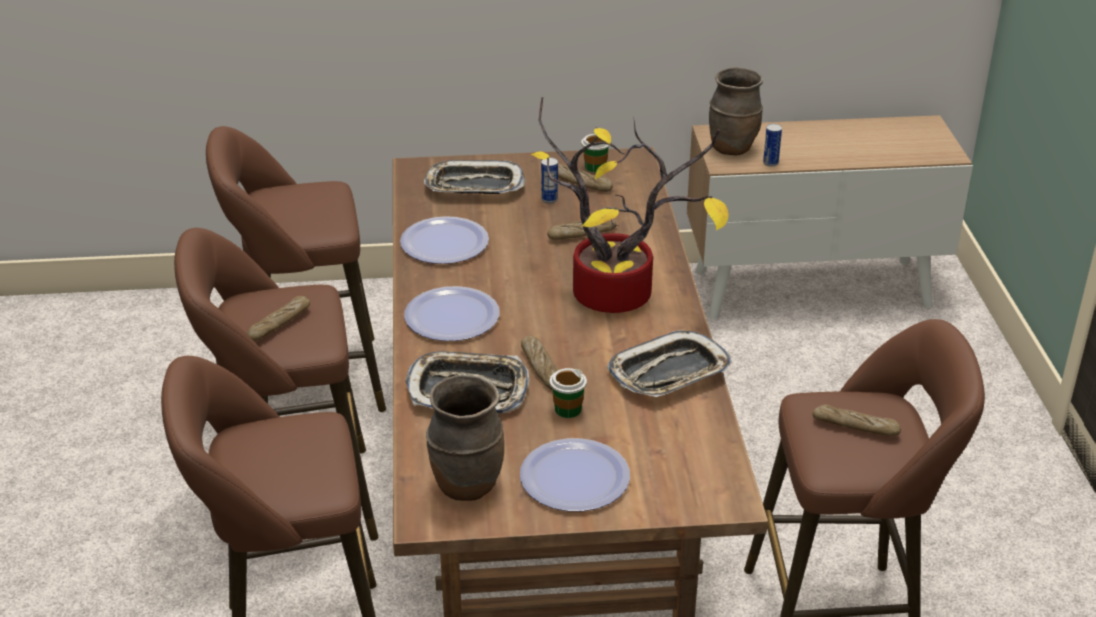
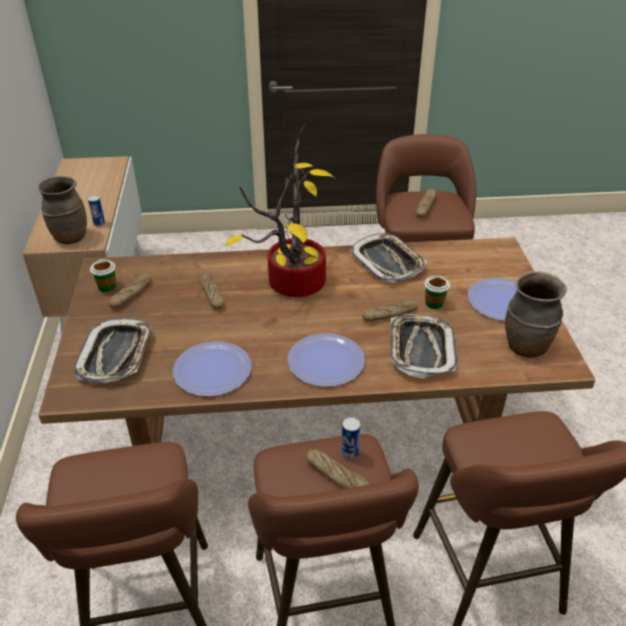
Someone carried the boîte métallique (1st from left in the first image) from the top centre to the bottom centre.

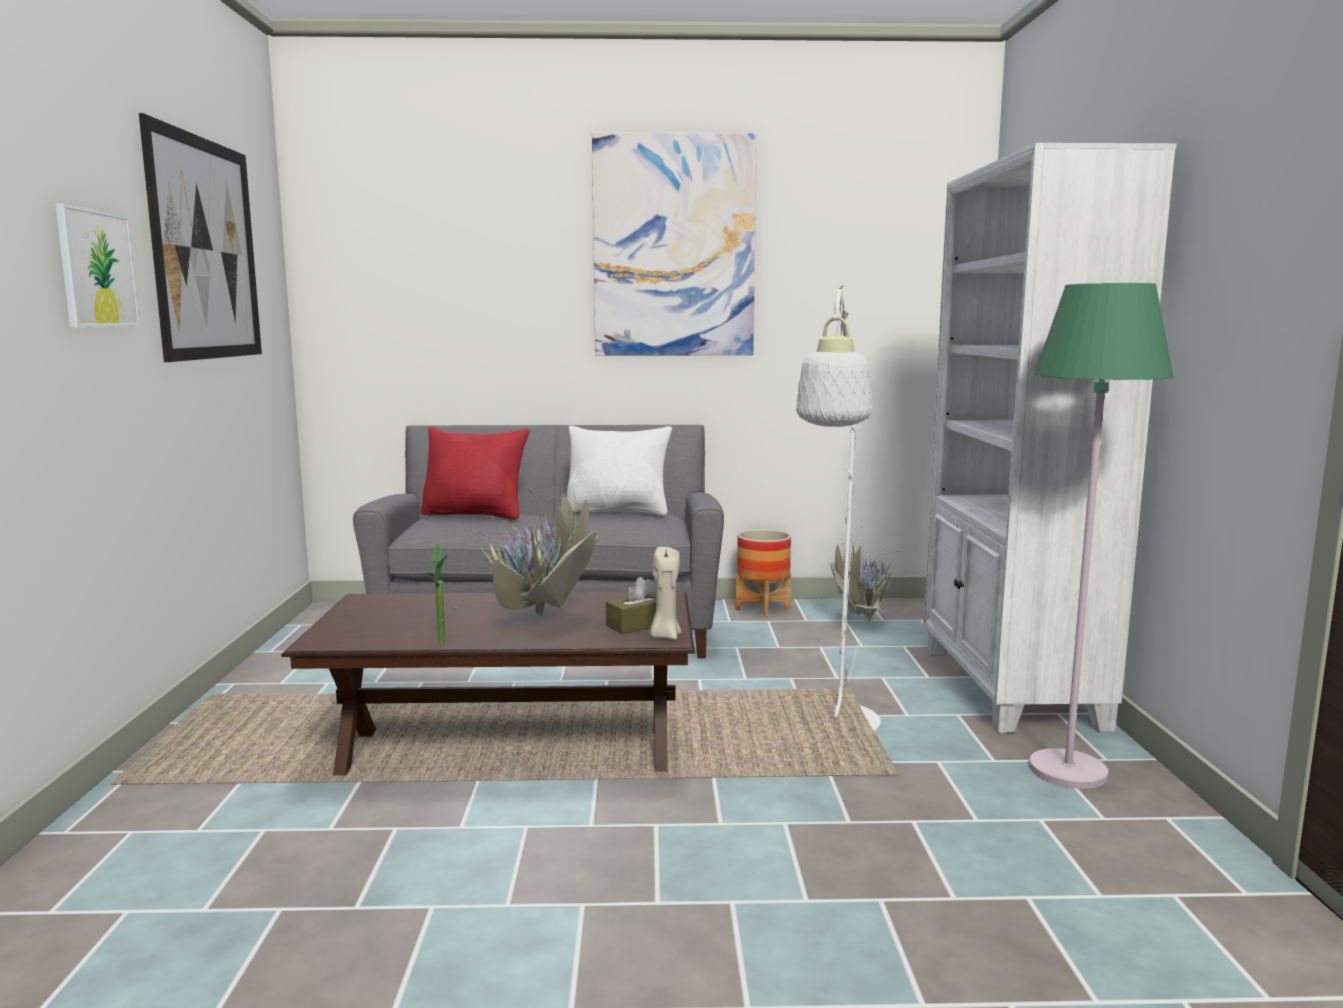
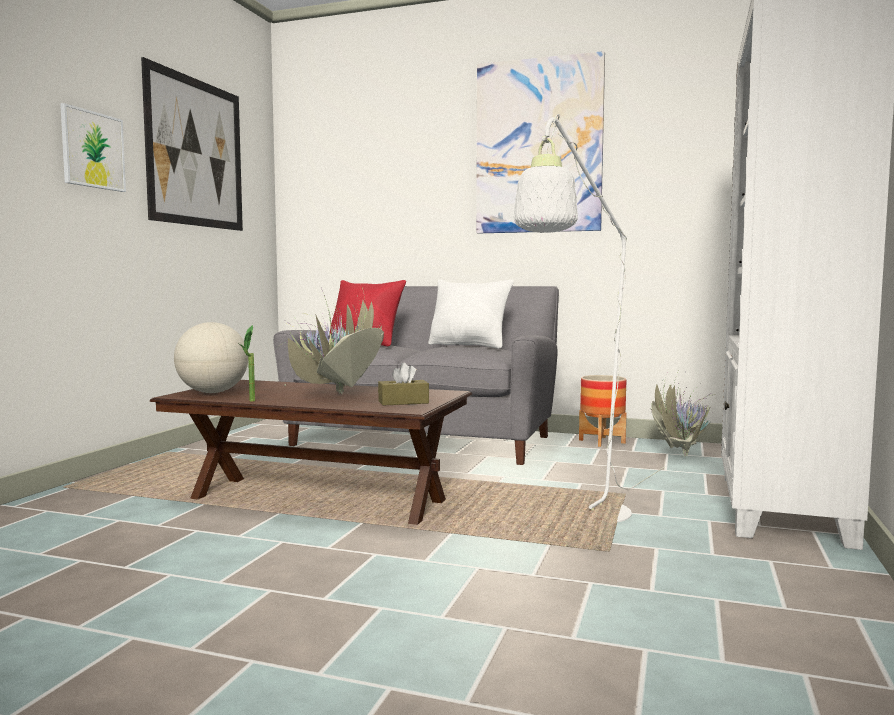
Someone took away the lampadaire [vert] at the middle right. Someone took away the bougie [beige] at the centre. Someone put down the globe at the middle left.

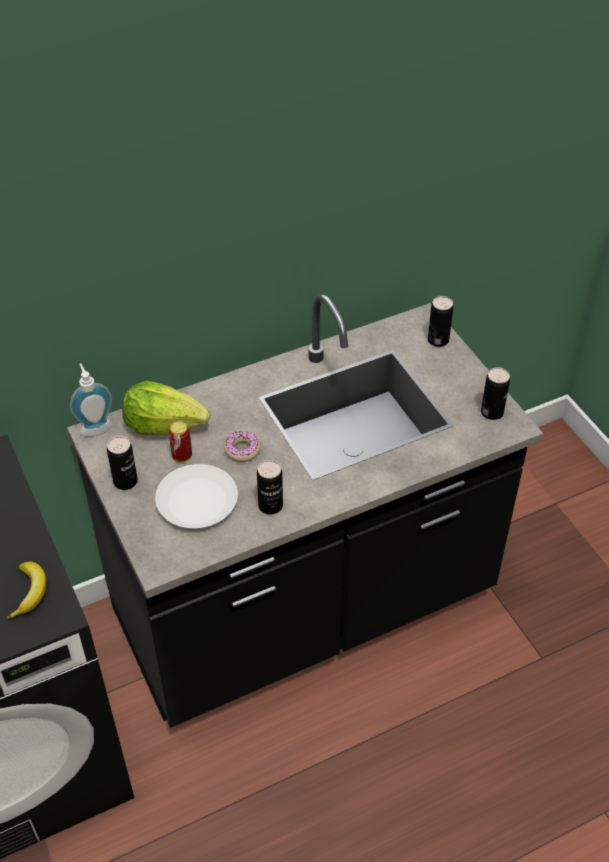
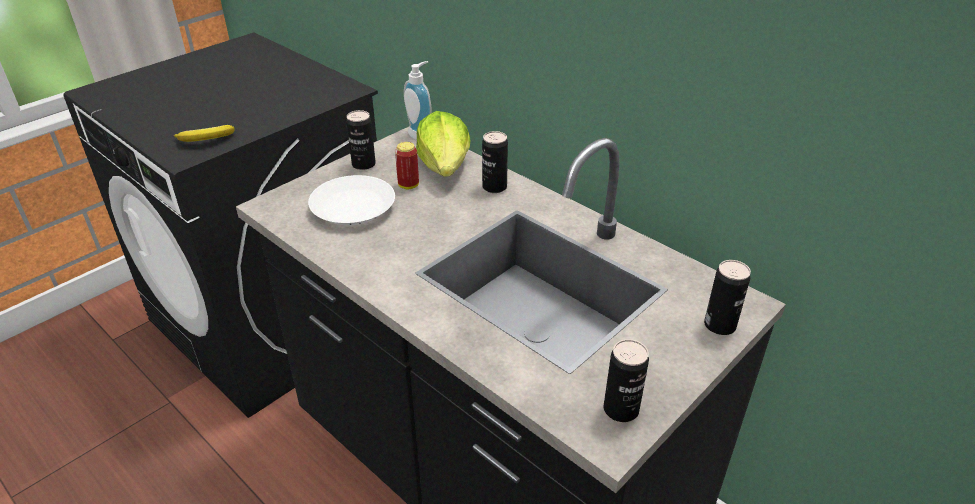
Someone took away the beignet at the centre. Someone carried the boîte métallique (3rd from left) from the centre to the top centre.

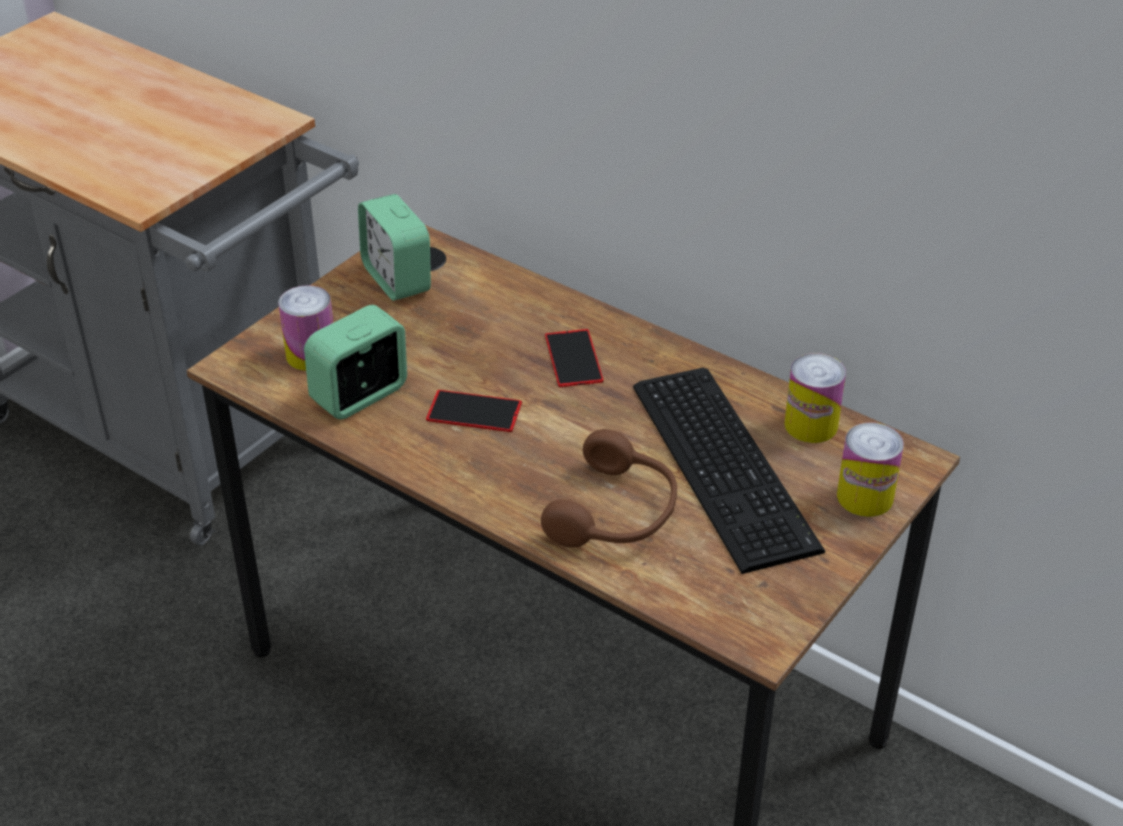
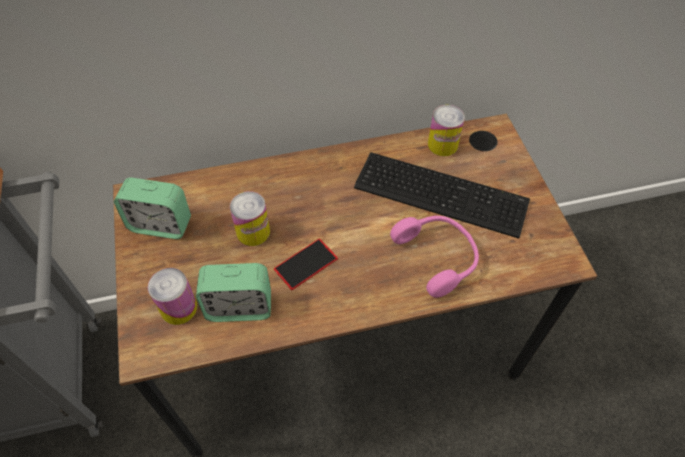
Someone rotated the réveil (1st from left in the first image) at the middle left by 90 degrees counterclockwise. Someone took away the téléphone (2nd from left) at the centre. Someone carried the boîte métallique (3rd from left in the first image) from the middle right to the centre. Someone repainted the casque audio [marron] at the centre, which became the casque audio [rose] at the centre.

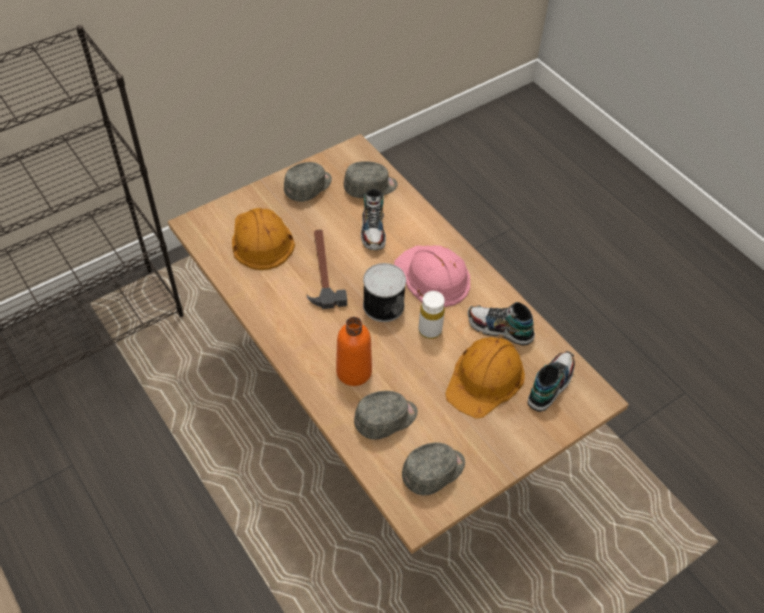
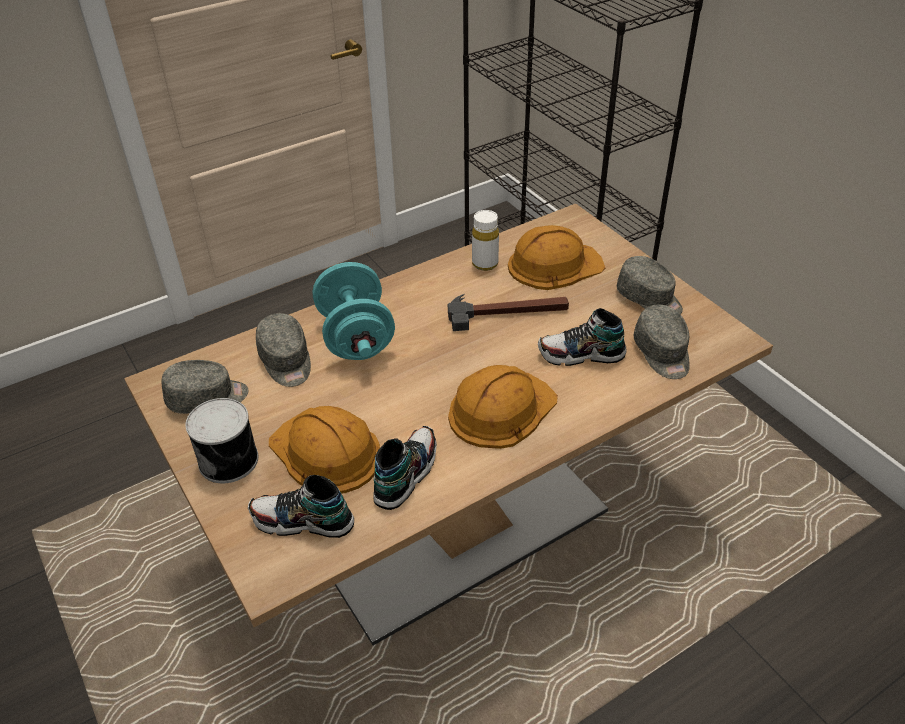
Someone repainted the casque de chantier [rose] at the centre, which became the casque de chantier [orange] (2nd from left) at the centre. Someone carried the boîte métallique from the centre to the middle left. Someone carried the bouteille [blanc] from the centre to the top centre. Someone swapped the bouteille [orange] at the centre for the haltère [turquoise] at the centre. Someone rotated the chaussure (3rd from left in the first image) at the middle right by 150 degrees clockwise. Someone rotated the casquette [gris] (4th from left in the first image) at the bottom centre by 75 degrees counterclockwise.

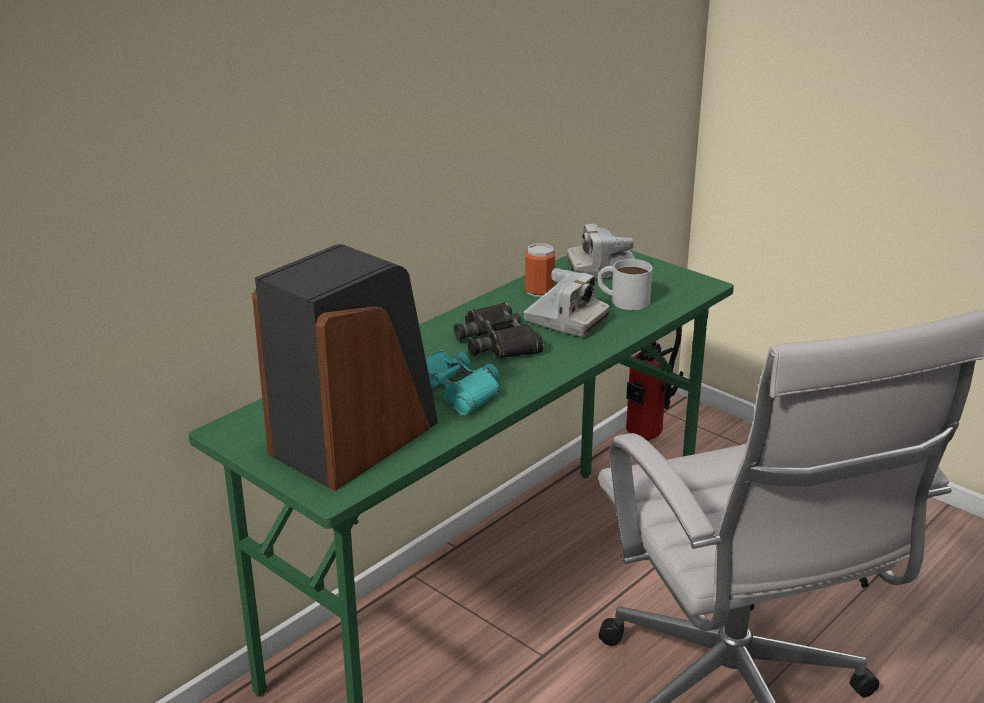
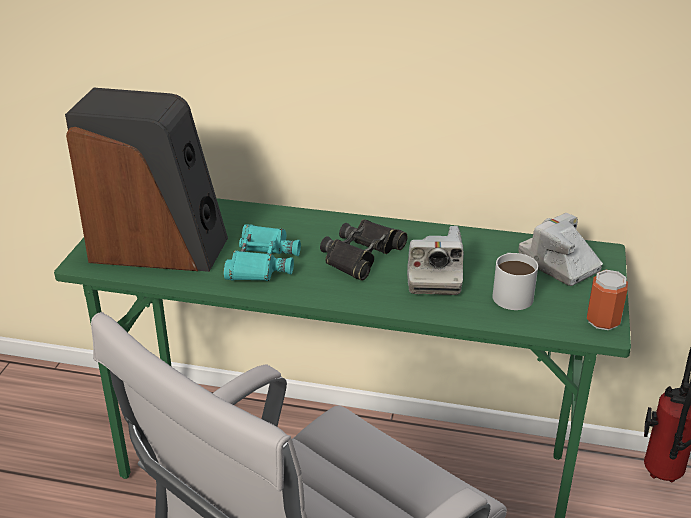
Someone carried the boîte métallique from the centre to the middle right.

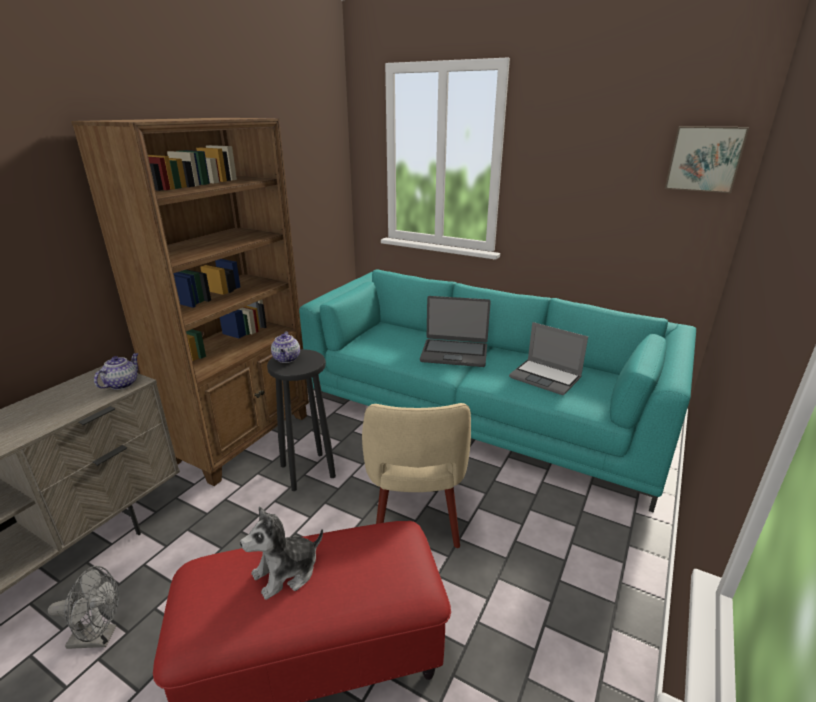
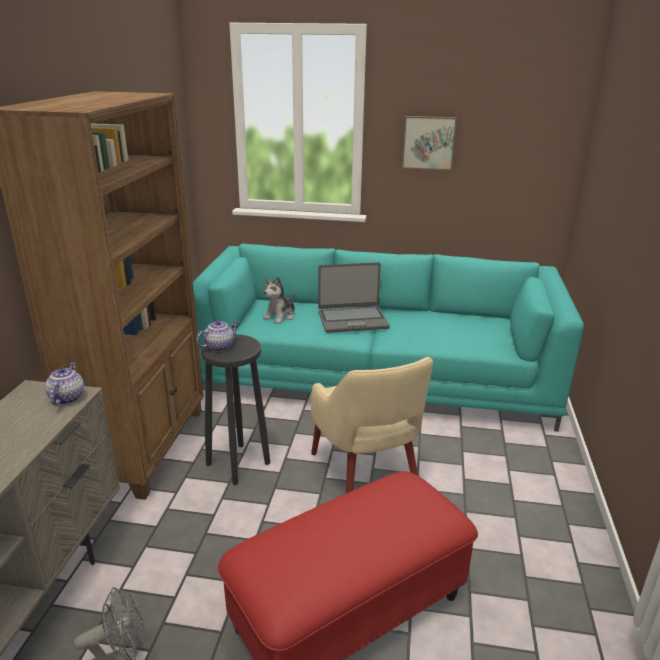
Someone carried the tableau from the top right to the top centre. Someone took away the ordinateur portable (2nd from left) at the middle right. Someone rotated the théière (2nd from left) at the centre by 105 degrees counterclockwise. Someone carried the peluche from the bottom centre to the centre.

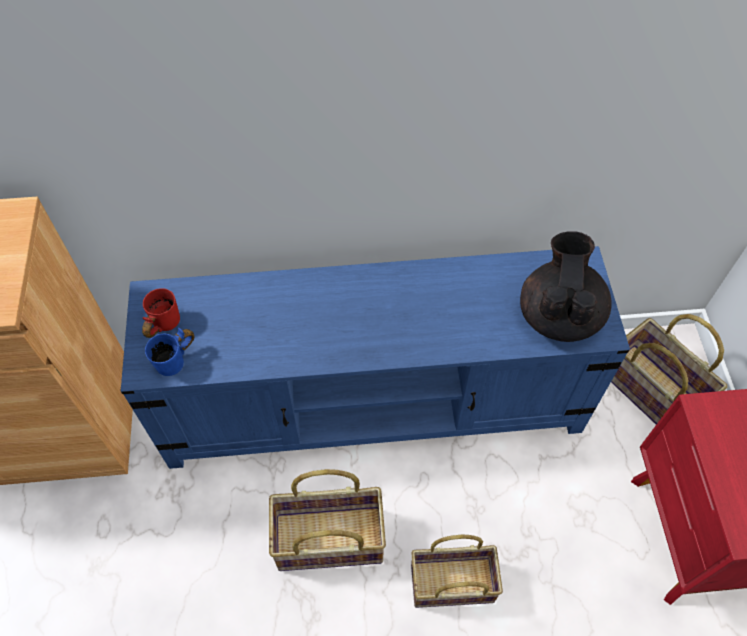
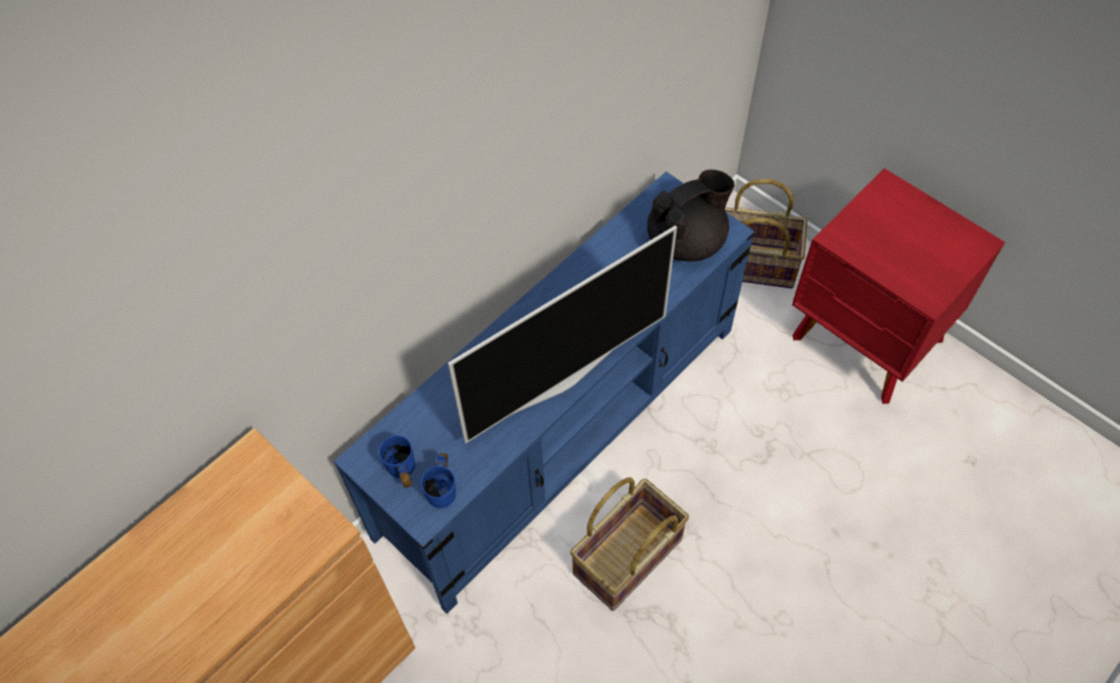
Someone rotated the théière [noir] at the middle right by 90 degrees clockwise. Someone repainted the mug [rouge] at the middle left, which became the mug [bleu] (1st from left) at the bottom centre. Someone took away the panier (2nd from left) at the bottom centre. Someone put down the téléviseur at the centre.

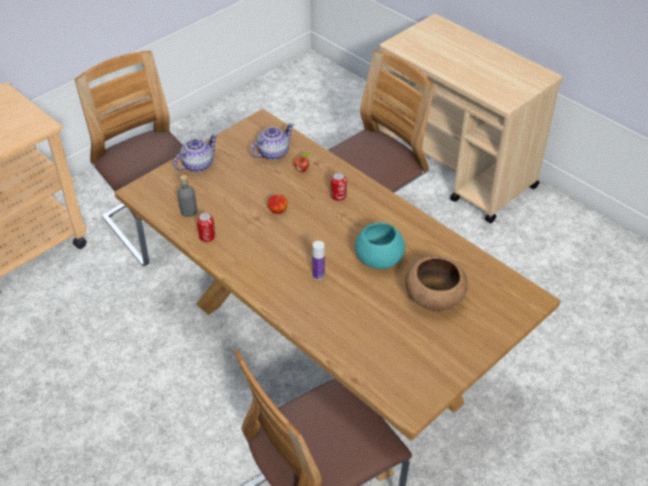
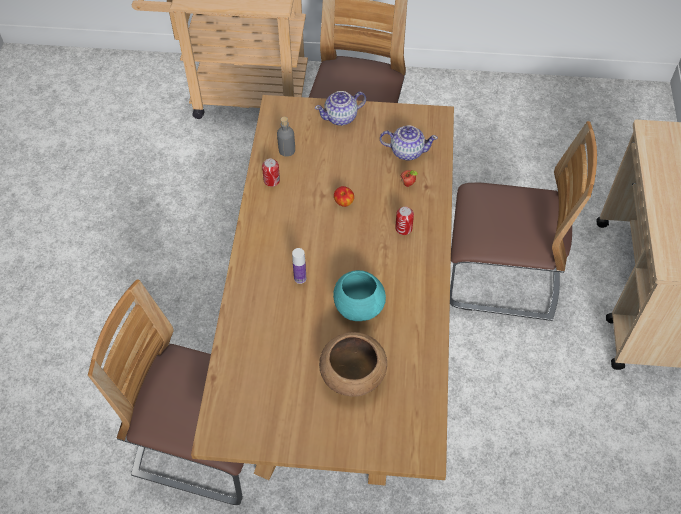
Someone rotated the théière (1st from left) at the top left by 150 degrees clockwise.

